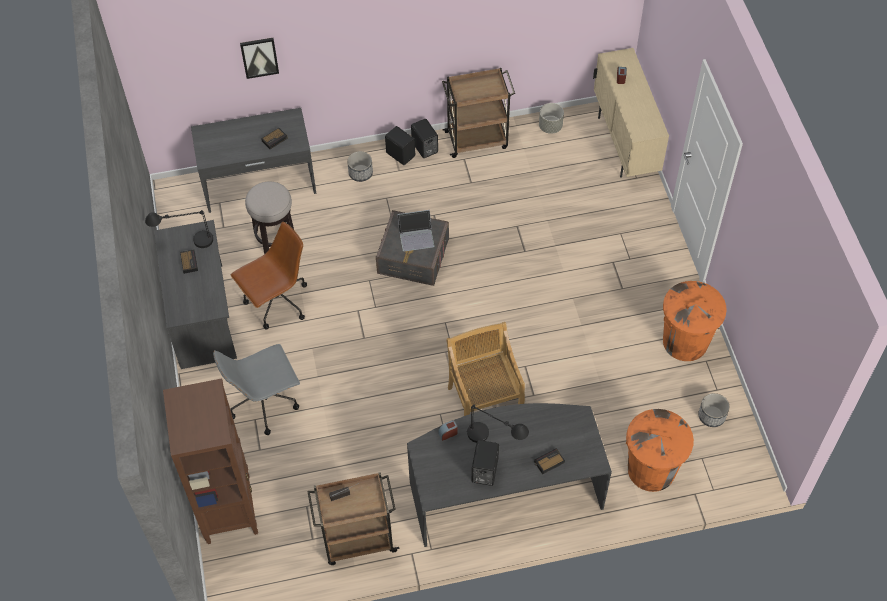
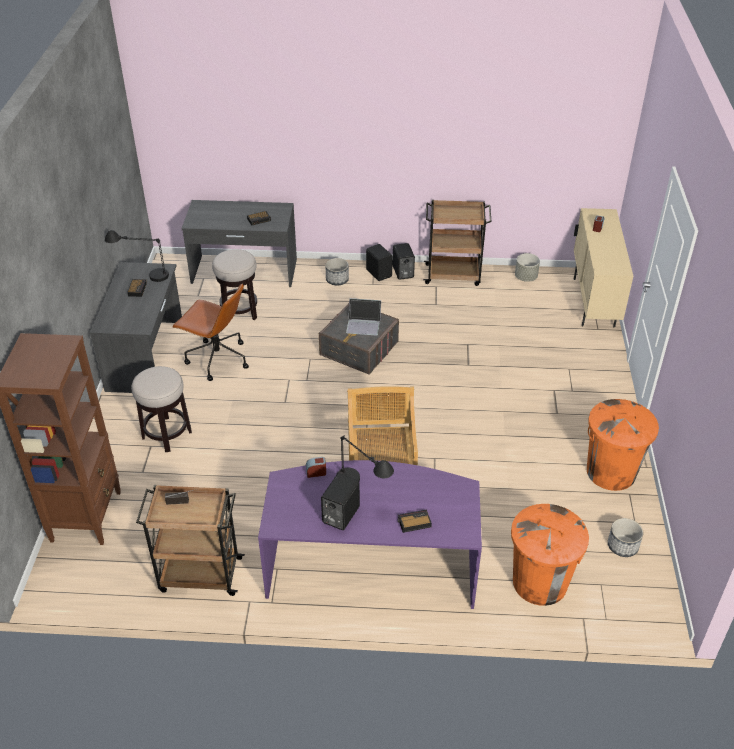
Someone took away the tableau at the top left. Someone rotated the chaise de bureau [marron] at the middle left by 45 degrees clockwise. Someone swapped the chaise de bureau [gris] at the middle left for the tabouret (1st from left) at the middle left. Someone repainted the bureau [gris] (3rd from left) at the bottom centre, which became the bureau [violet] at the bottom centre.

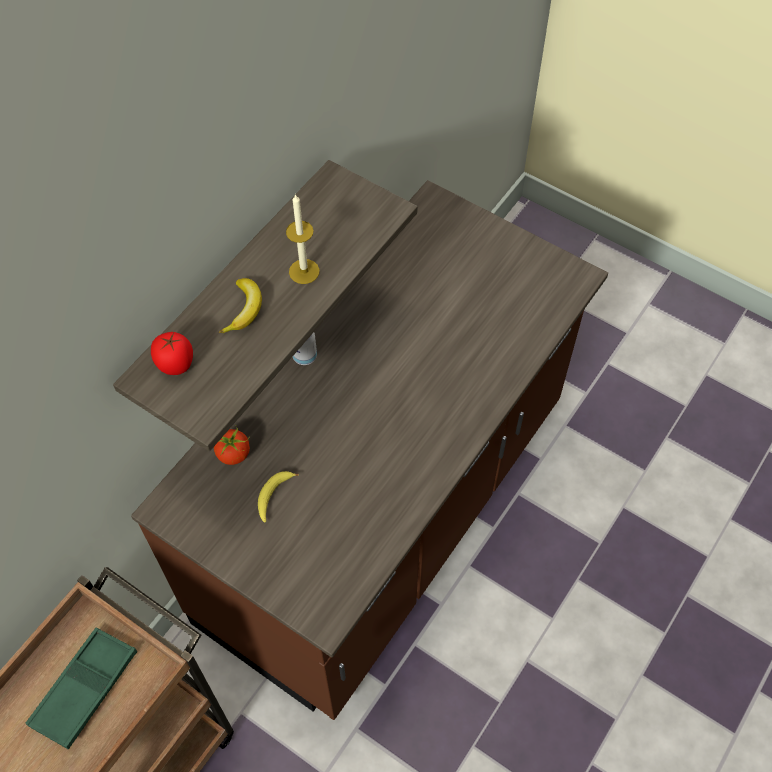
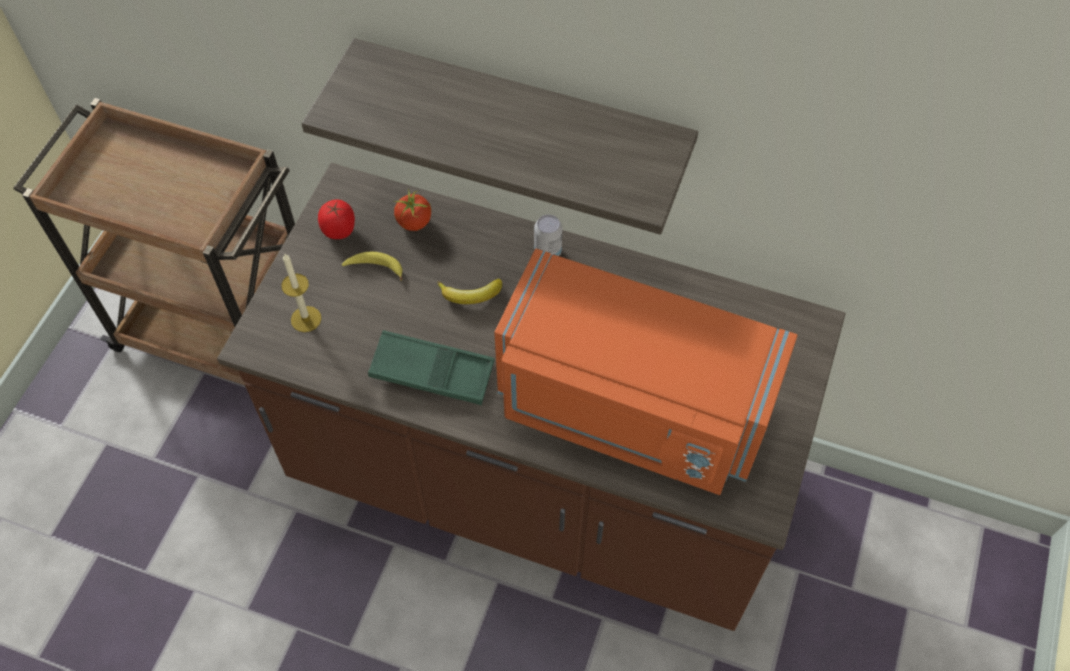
Someone carried the bougie from the top centre to the middle left. Someone carried the banane (1st from left in the first image) from the middle left to the centre. Someone carried the tomate (1st from left) from the middle left to the top left. Someone carried the plateau [vert] from the bottom left to the centre. Someone put down the micro-ondes [orange] at the centre.

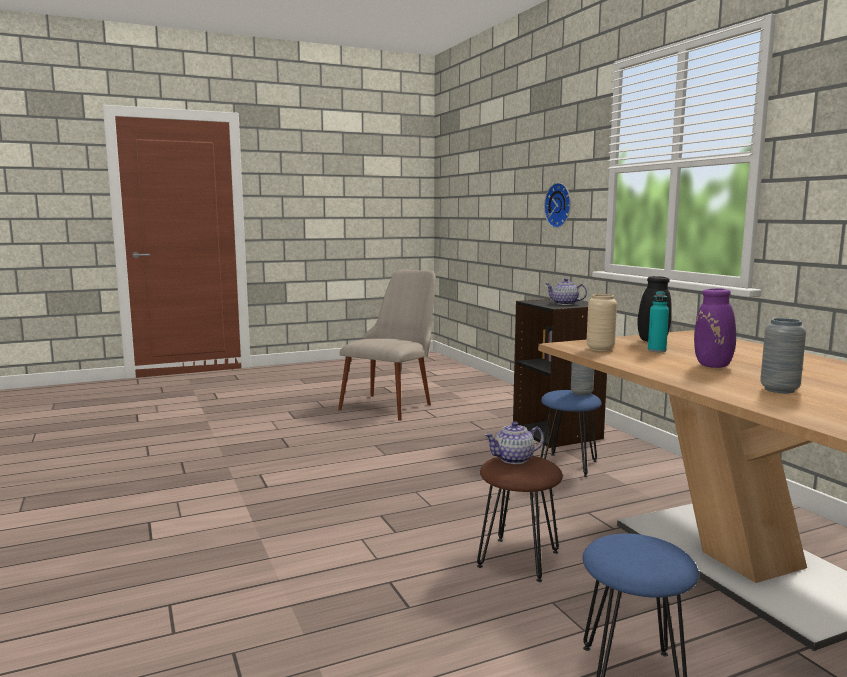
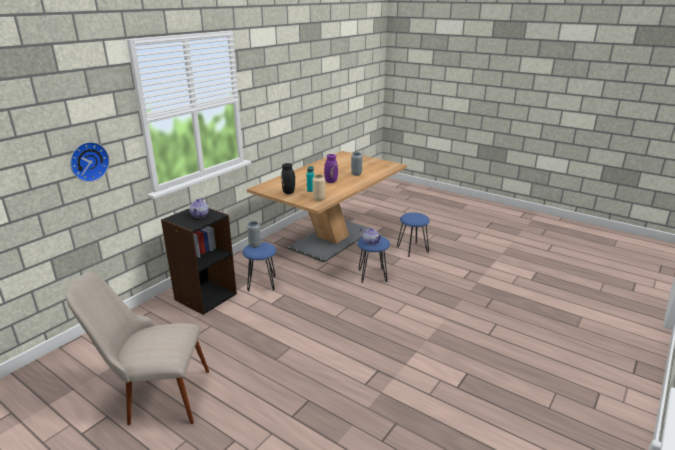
Someone repainted the tabouret [marron] at the bottom centre, which became the tabouret [bleu] (2nd from left) at the centre.

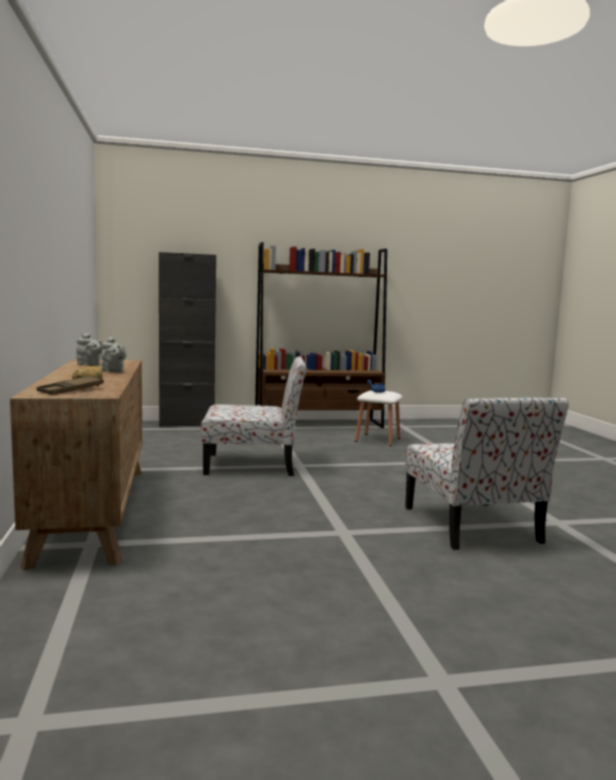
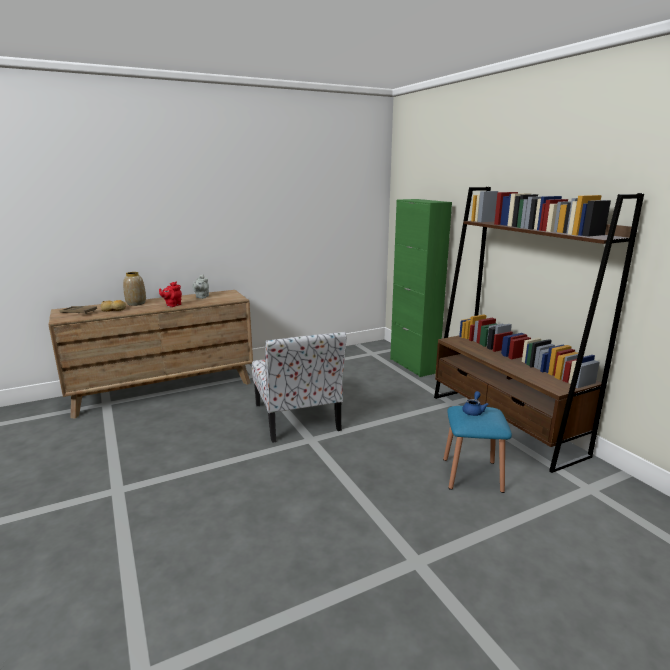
Someone repainted the meuble de rangement [noir] at the middle left, which became the meuble de rangement [vert] at the centre. Someone repainted the théière [gris] (2nd from left) at the middle left, which became the théière [rouge] at the middle left. Someone repainted the tabouret [blanc] at the centre, which became the tabouret [bleu] at the bottom right. Someone took away the chaise (2nd from left) at the middle right. Someone put down the vase at the middle left.

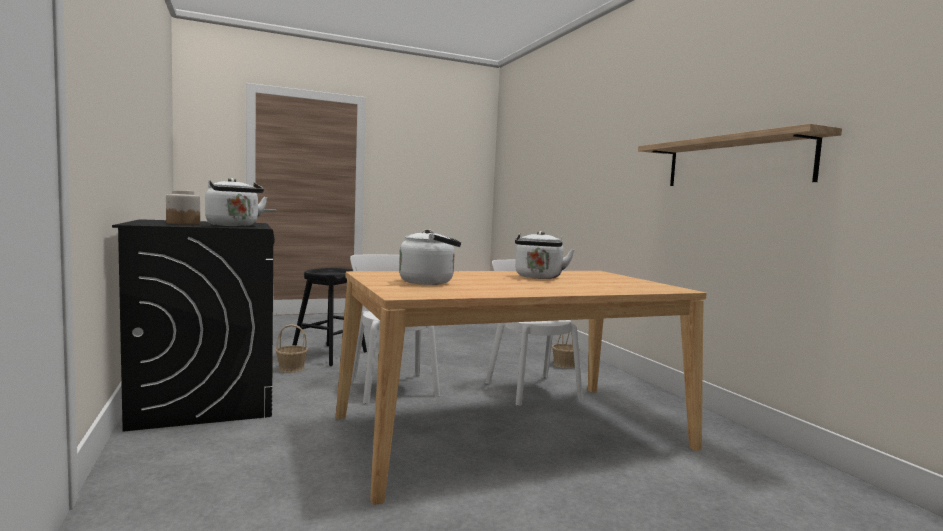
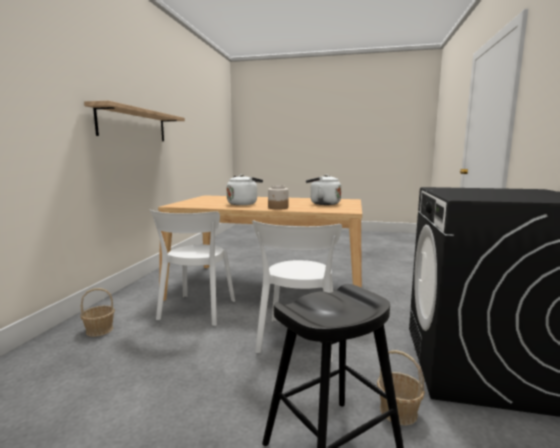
Someone took away the bouilloire [blanc] (1st from left) at the middle left. Someone carried the bocal from the middle left to the centre.

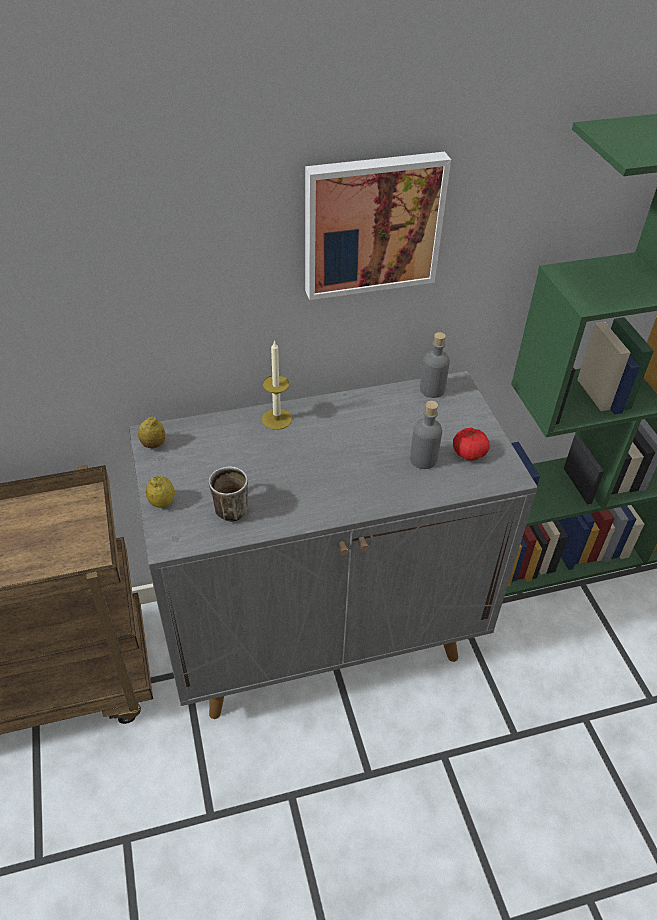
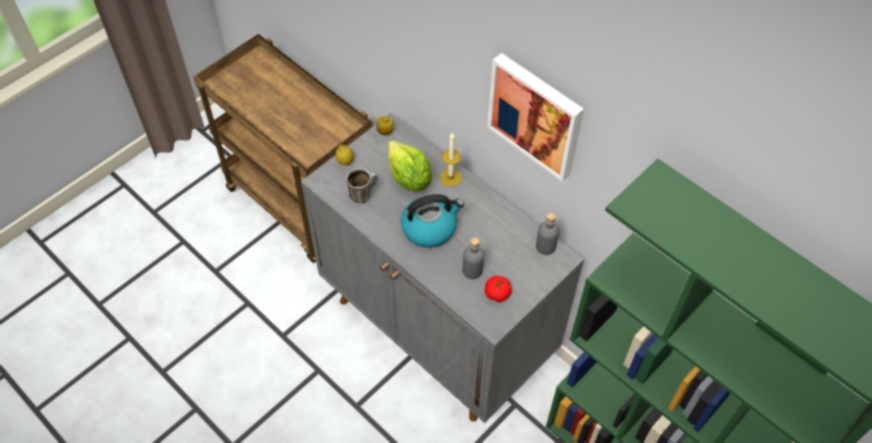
Someone put down the laitue at the centre. Someone put down the bouilloire at the centre.

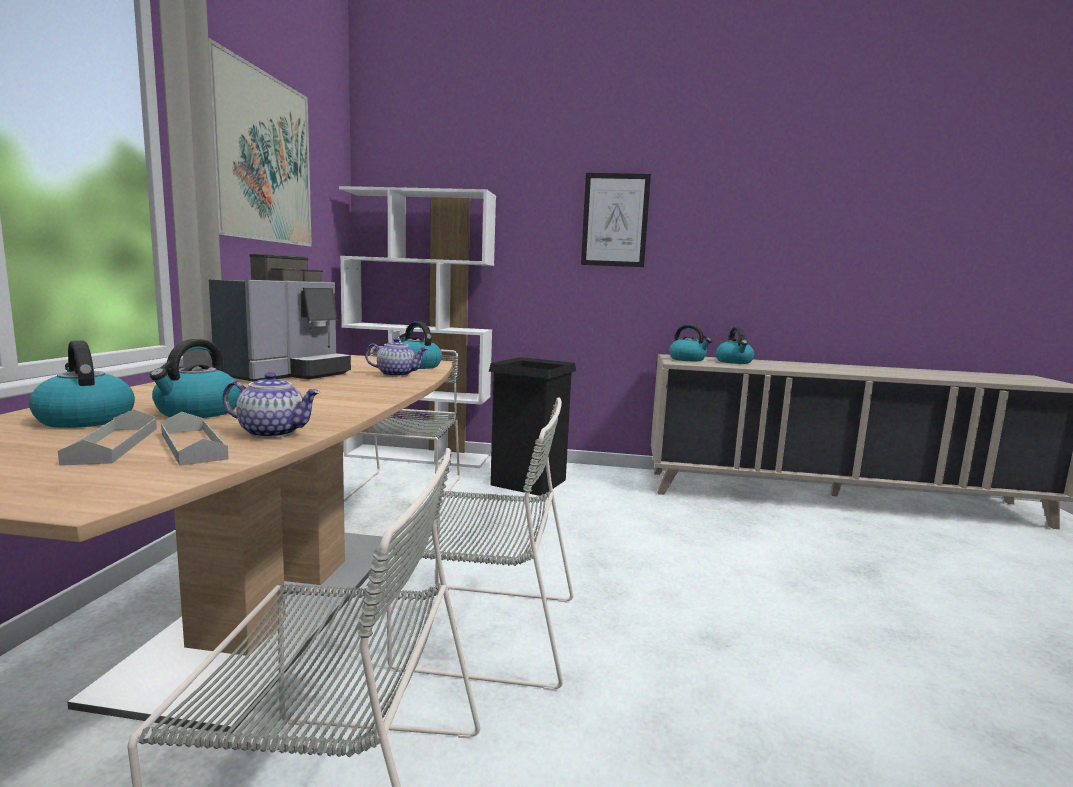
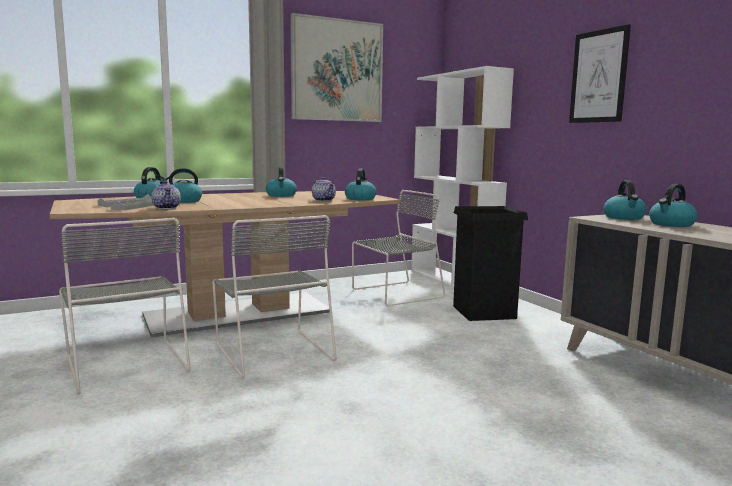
Someone swapped the machine à café at the middle left for the bouilloire (3rd from left) at the centre.

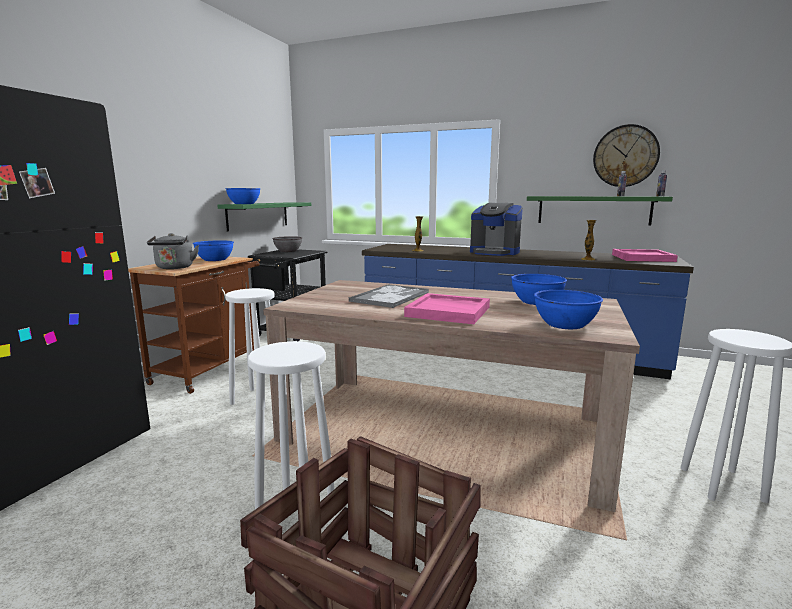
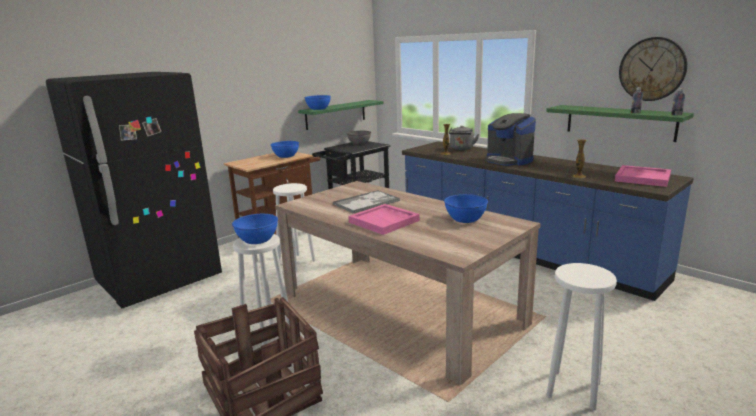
Someone carried the bouilloire [gris] from the middle left to the top centre. Someone carried the bol [bleu] (4th from left in the first image) from the middle right to the centre.

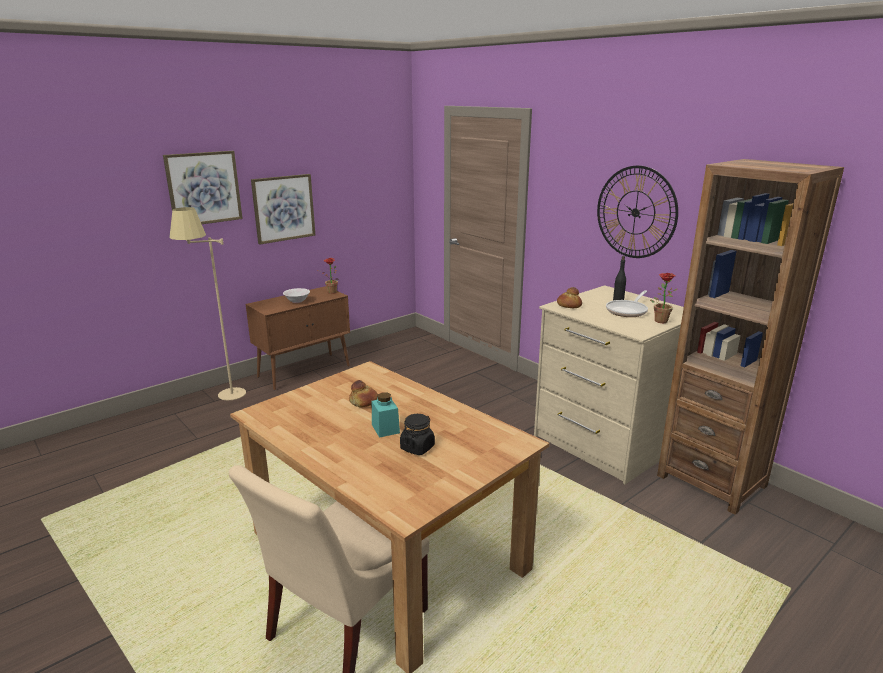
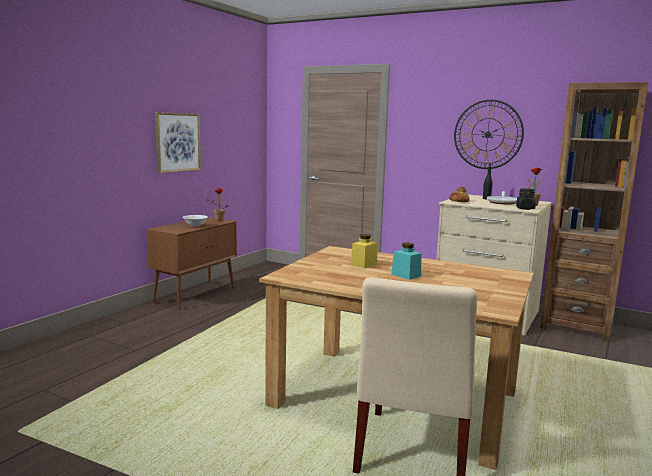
Someone took away the tableau (1st from left) at the top left. Someone took away the lampadaire [beige] at the middle left. Someone swapped the pain (1st from left) at the centre for the bocal [jaune] at the centre. Someone carried the bocal [noir] from the centre to the middle right.

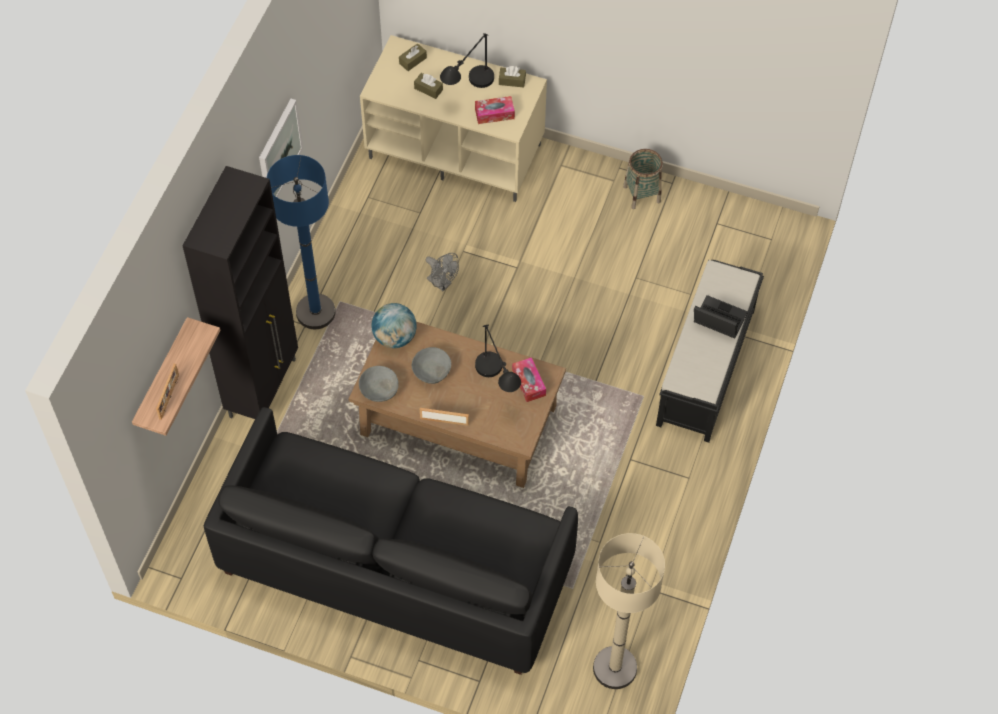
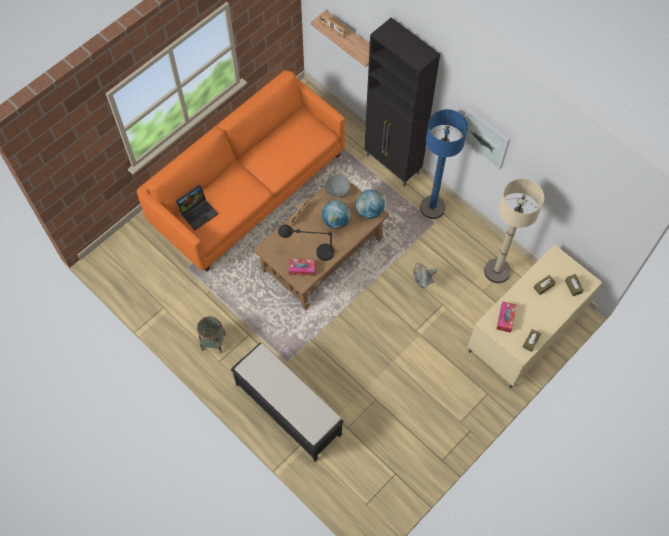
Someone took away the lampe de table [noir] (1st from left) at the top centre. Someone carried the panier from the top centre to the middle left. Someone carried the ordinateur portable from the middle right to the middle left. Someone swapped the bol [gris] (2nd from left) at the centre for the globe (1st from left) at the centre. Someone repainted the canapé [noir] at the bottom centre, which became the canapé [orange] at the top centre. Someone carried the lampadaire [beige] from the bottom centre to the middle right.

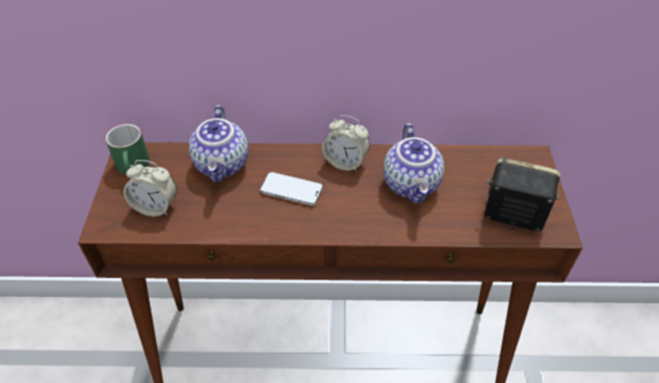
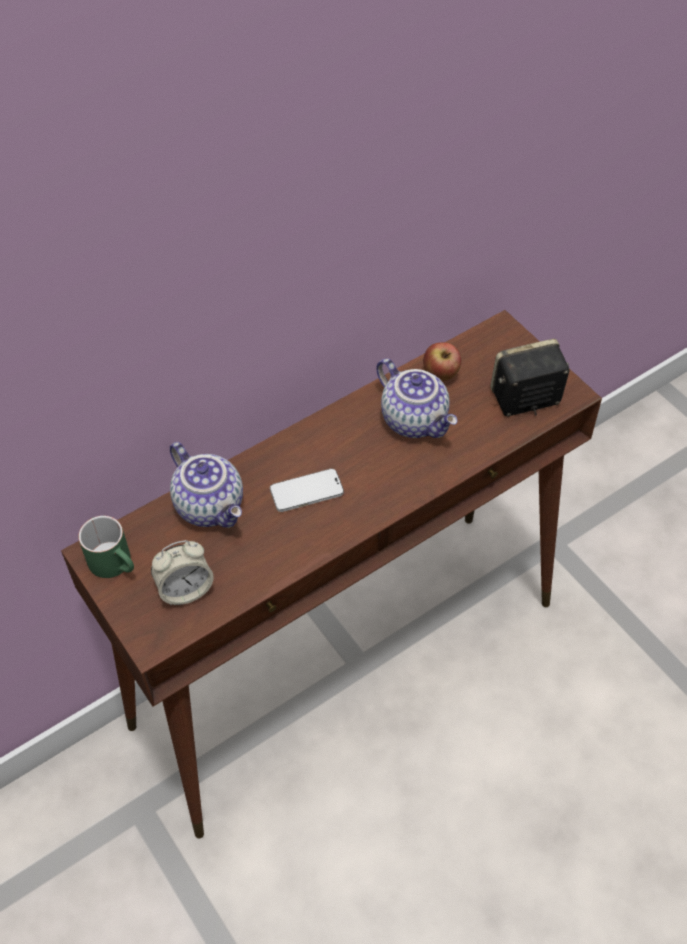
Someone took away the réveil (2nd from left) at the centre. Someone put down the pomme at the centre.

